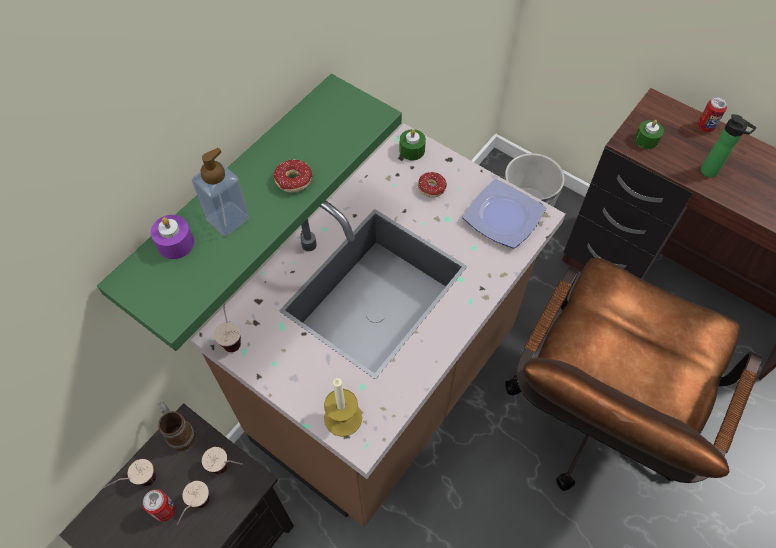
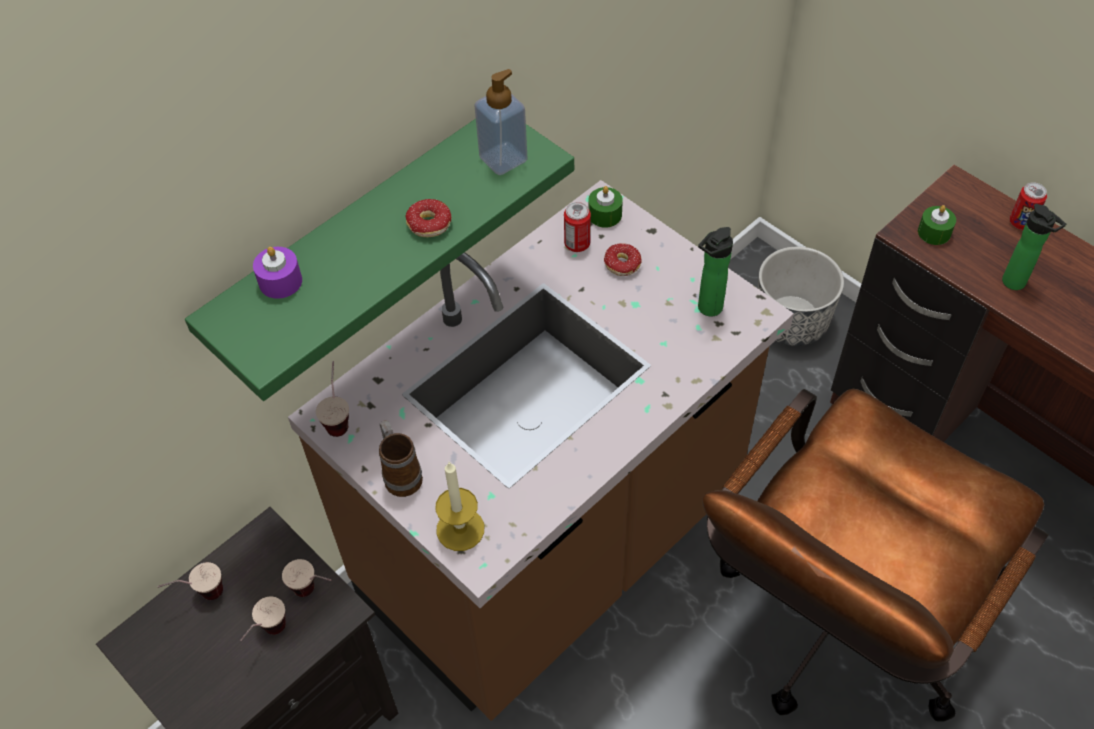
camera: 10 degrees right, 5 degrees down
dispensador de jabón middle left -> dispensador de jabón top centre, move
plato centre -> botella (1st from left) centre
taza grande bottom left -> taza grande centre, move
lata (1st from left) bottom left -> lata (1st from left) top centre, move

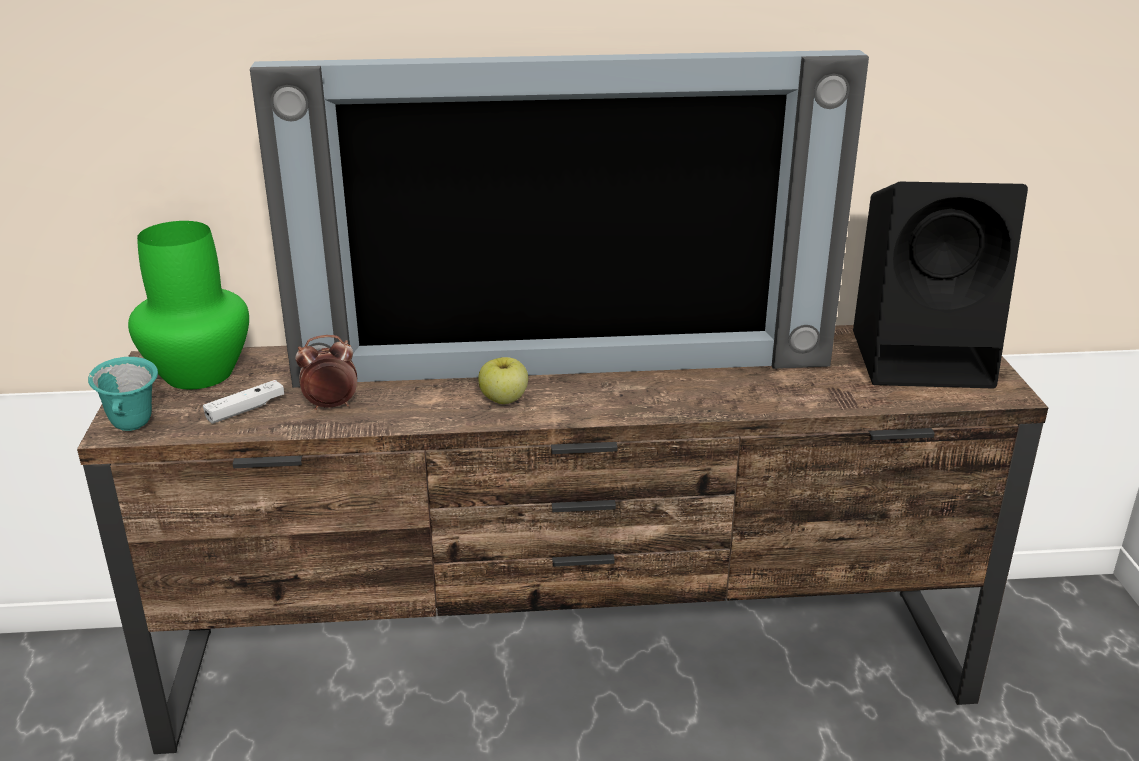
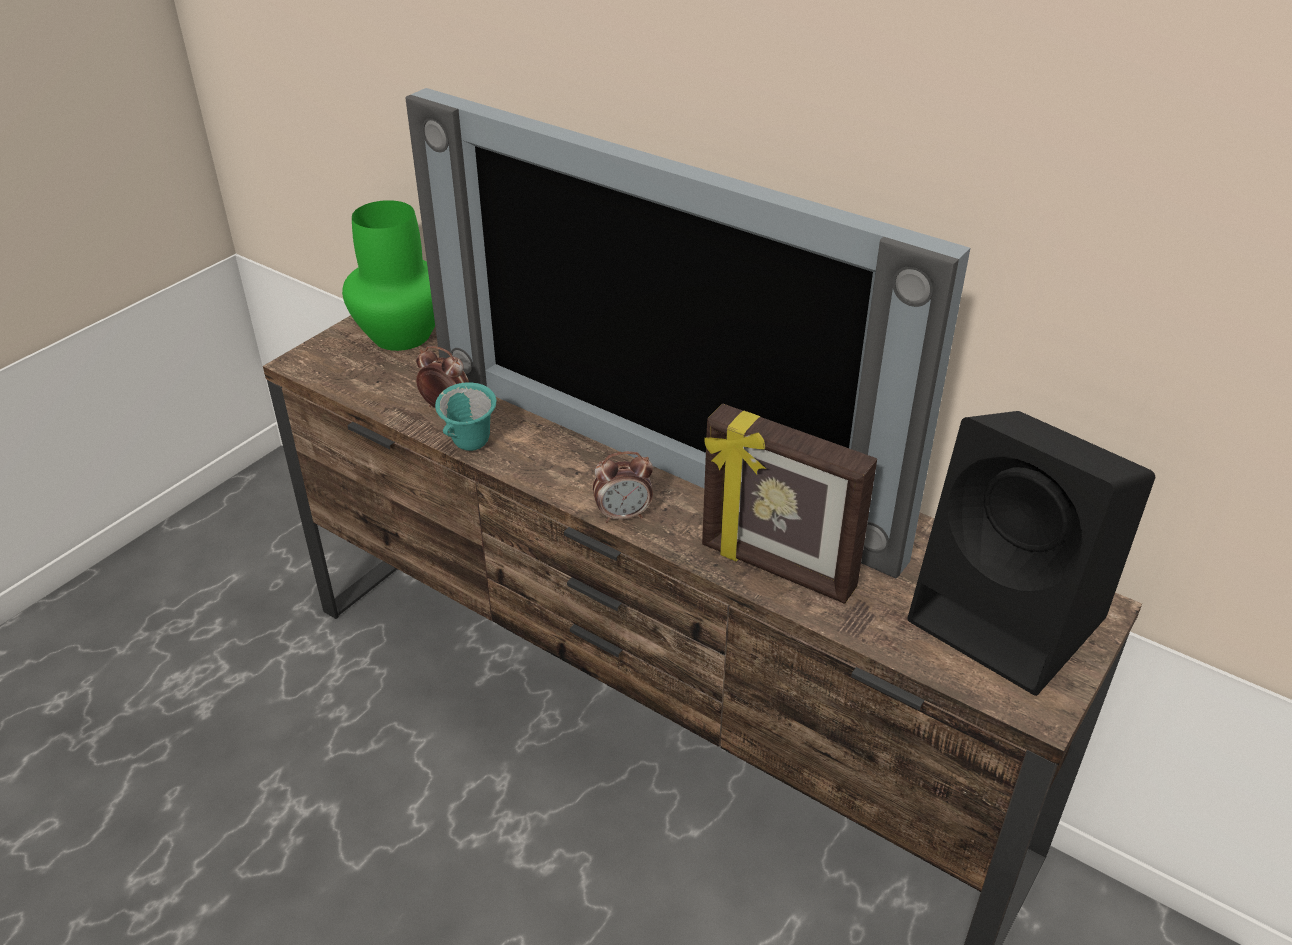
camera: 40 degrees right, 10 degrees up
taza grande/turquesa middle left -> taza grande/turquesa centre, move
manzana centre -> none
mando de consola/blanco middle left -> none
none -> portarretratos centre
none -> despertador (2nd from left) centre

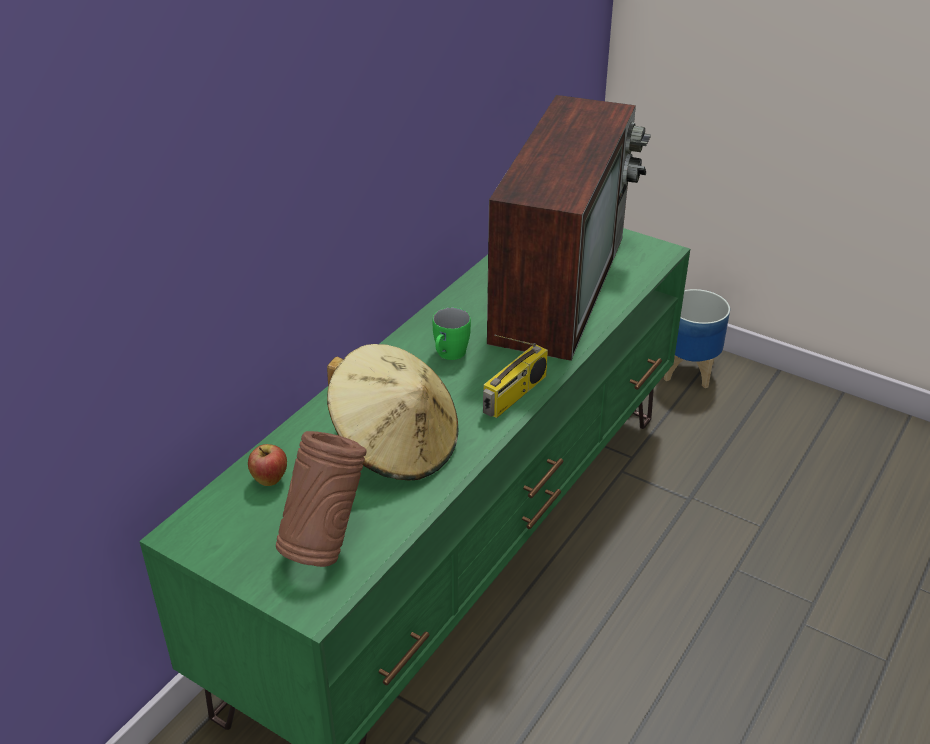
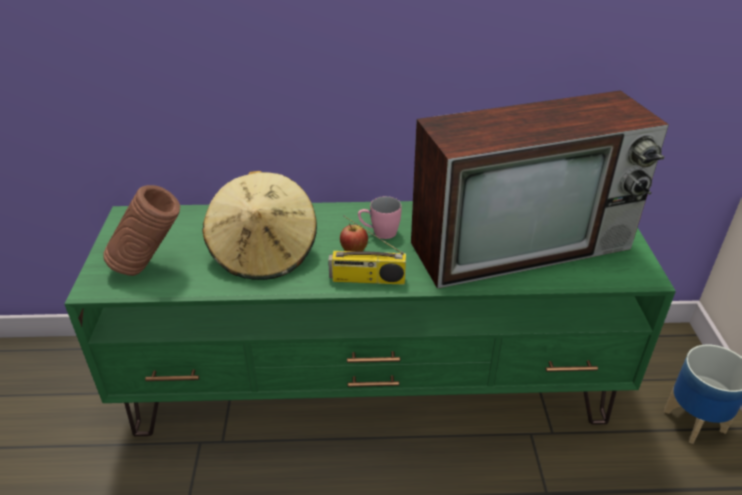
camera: 55 degrees right, 0 degrees up
taza grande/verde centre -> taza grande/rosa centre
manzana middle left -> manzana centre, move

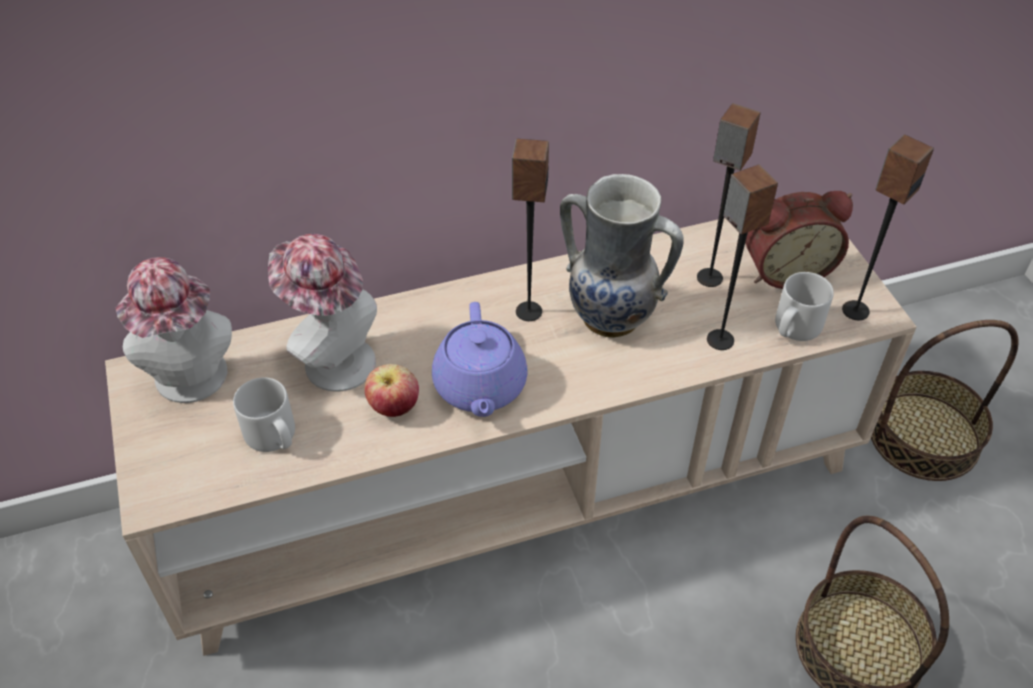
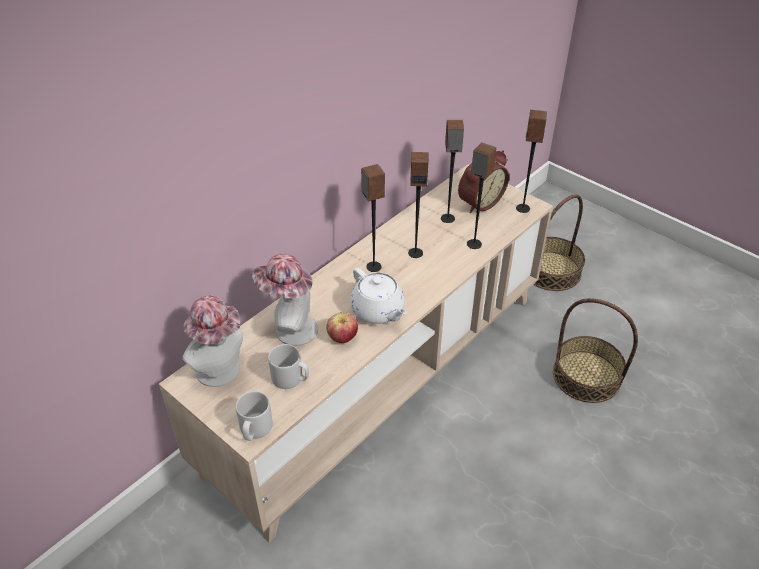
camera: 30 degrees left, 5 degrees down
florero centre -> altavoz (2nd from left) centre
taza grande/gris (2nd from left in the first image) middle right -> taza grande/gris (1st from left) bottom centre, move
tetera/morado centre -> tetera/blanco centre

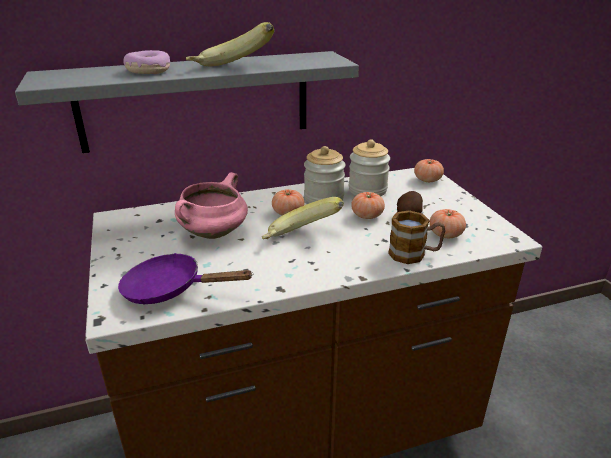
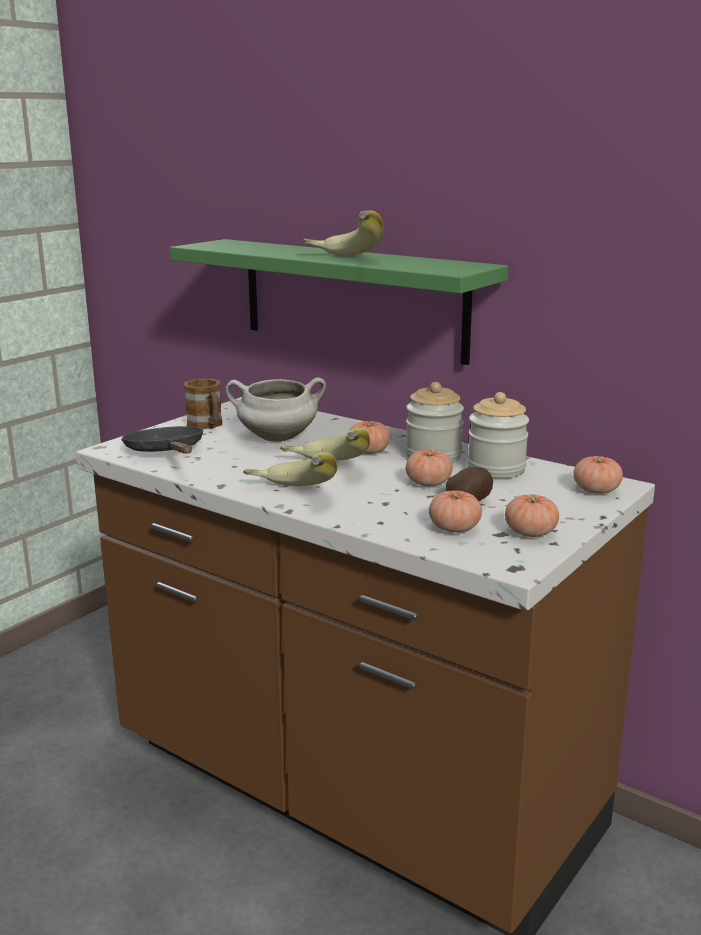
camera: 55 degrees right, 10 degrees down
rosquilla top left -> none
estante/gris top left -> estante/verde top centre
olla/rosa centre -> olla/blanco centre
taza grande middle right -> taza grande middle left, move
sartén/morado middle left -> sartén/negro middle left
none -> plátano (1st from left) centre
none -> tomate (4th from left) middle right

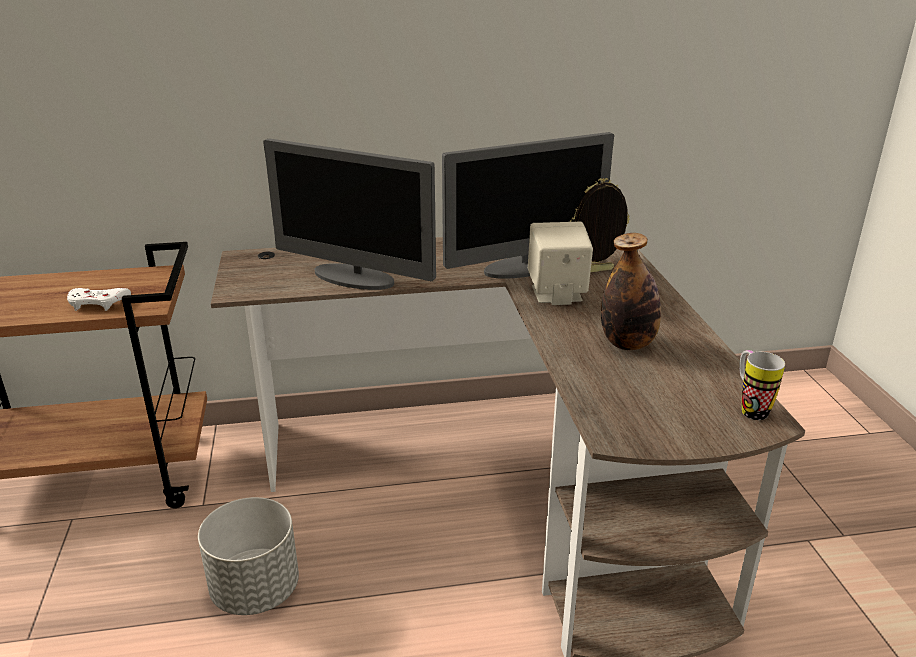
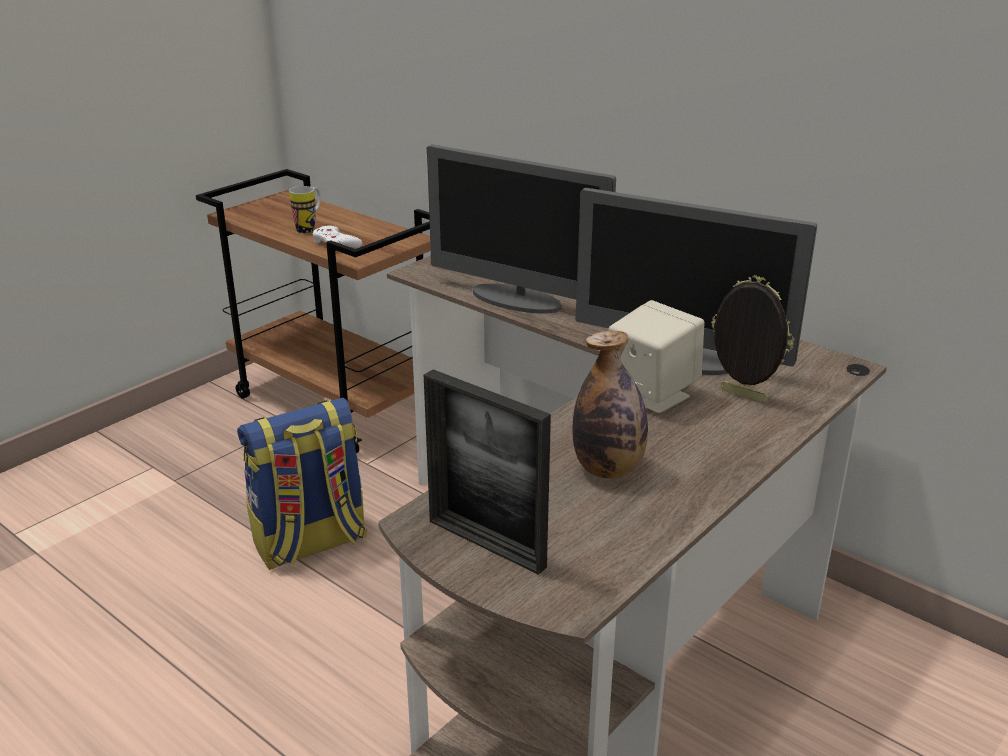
camera: 50 degrees right, 0 degrees up
monitor (1st from left) top centre, 45 degrees counterclockwise
taza grande middle right -> taza grande top left, move
maceta/gris bottom left -> mochila middle left
none -> portarretratos (1st from left) centre

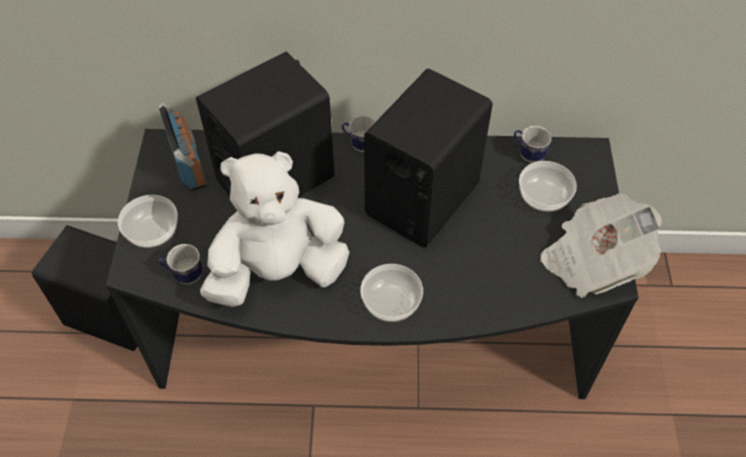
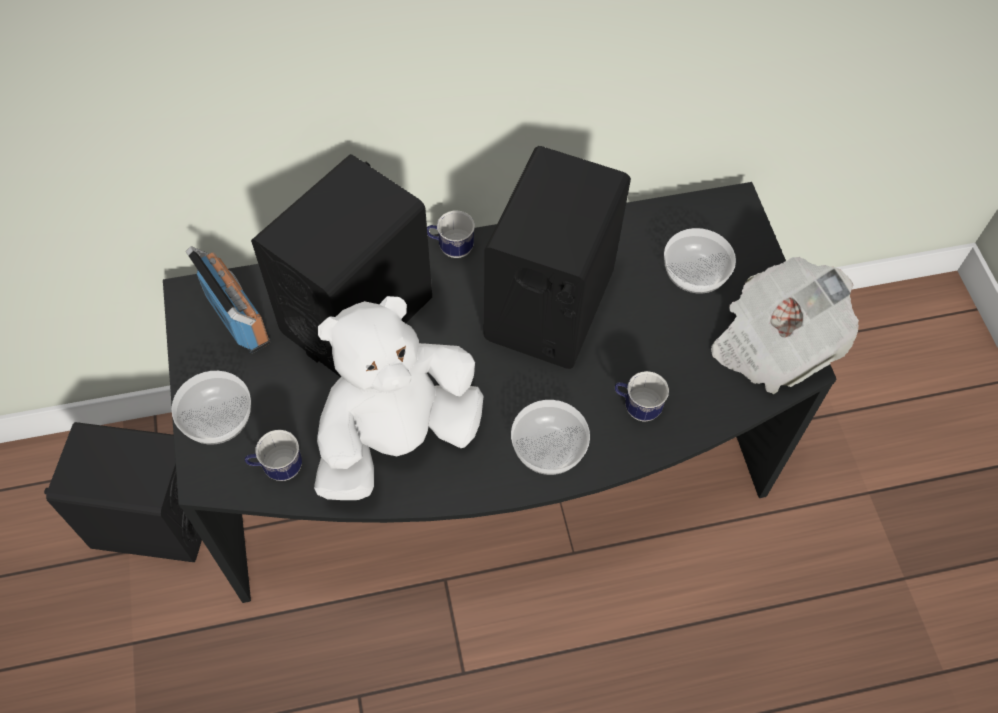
camera: 15 degrees left, 5 degrees up
taza grande (3rd from left) top right -> taza grande (3rd from left) centre, move

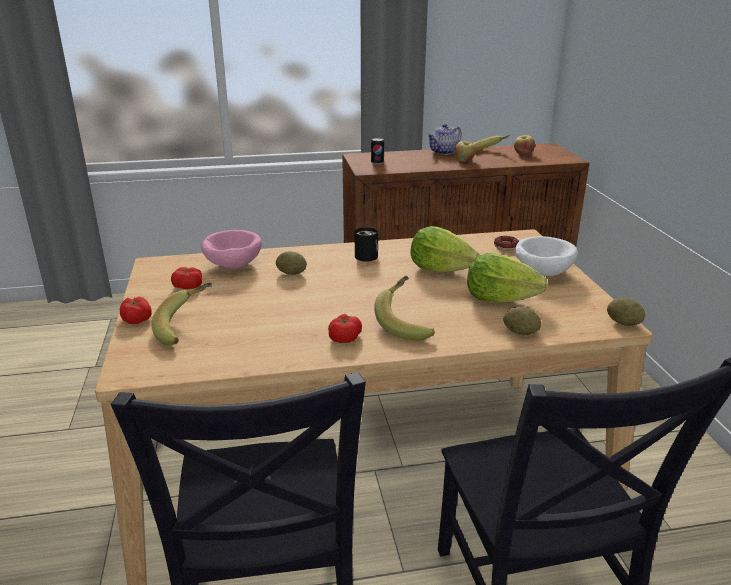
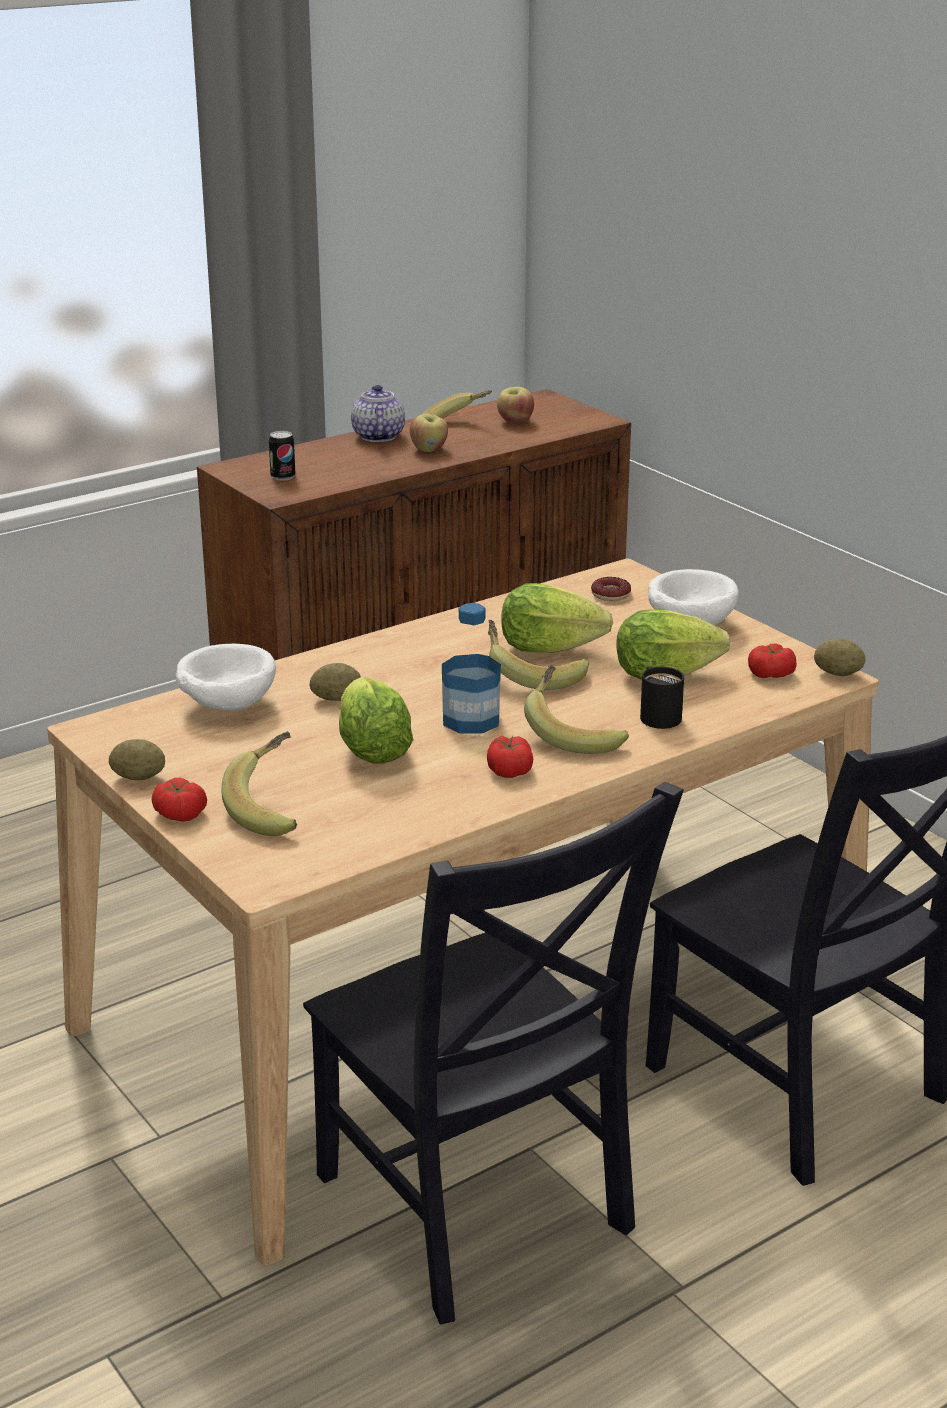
camera: 25 degrees left, 0 degrees up
tetera top centre, 150 degrees clockwise
taza grande/negro centre -> taza grande/negro middle right, move
cuenco/rosa middle left -> cuenco/blanco (1st from left) middle left
tomate (2nd from left in the first image) middle left -> tomate (3rd from left) middle right, move
patata (2nd from left in the first image) middle right -> patata (1st from left) middle left, move
none -> botella centre
none -> plátano (3rd from left) centre
none -> lechuga (1st from left) centre

